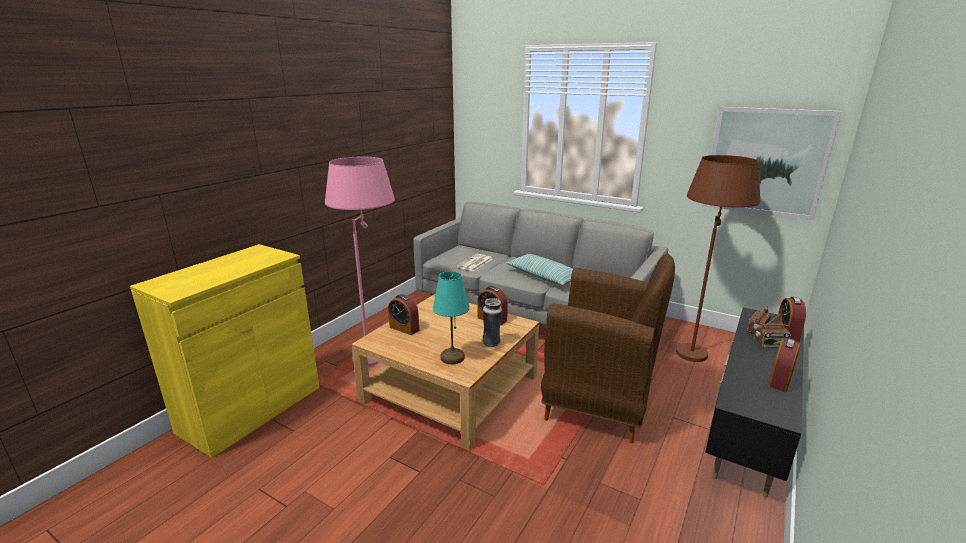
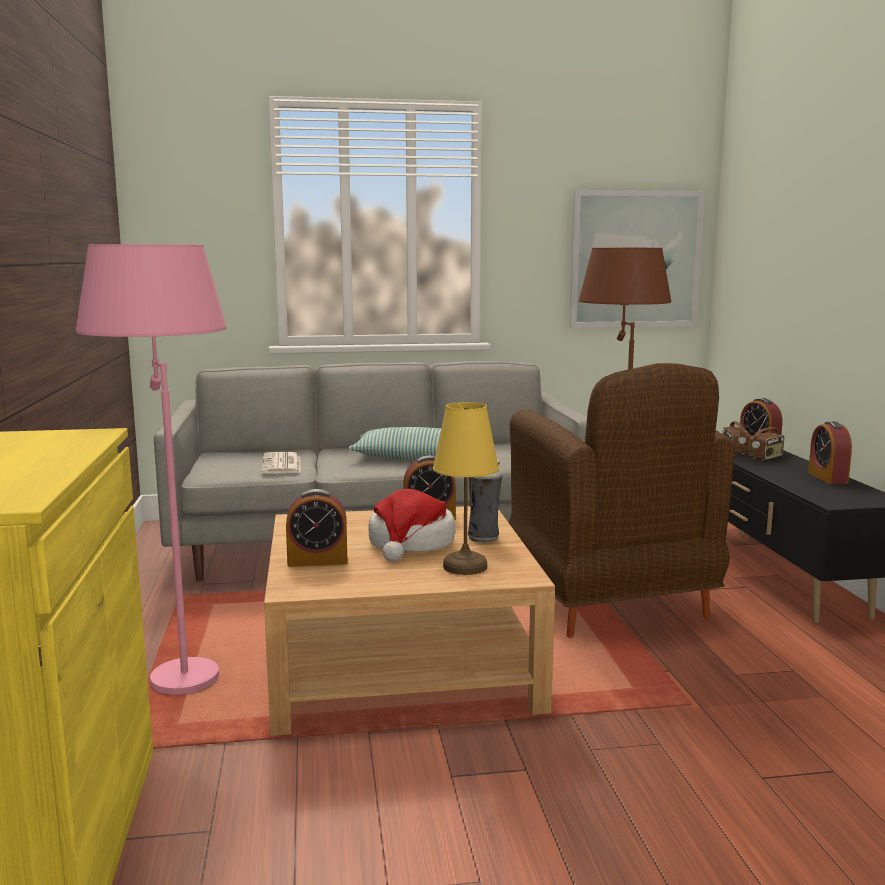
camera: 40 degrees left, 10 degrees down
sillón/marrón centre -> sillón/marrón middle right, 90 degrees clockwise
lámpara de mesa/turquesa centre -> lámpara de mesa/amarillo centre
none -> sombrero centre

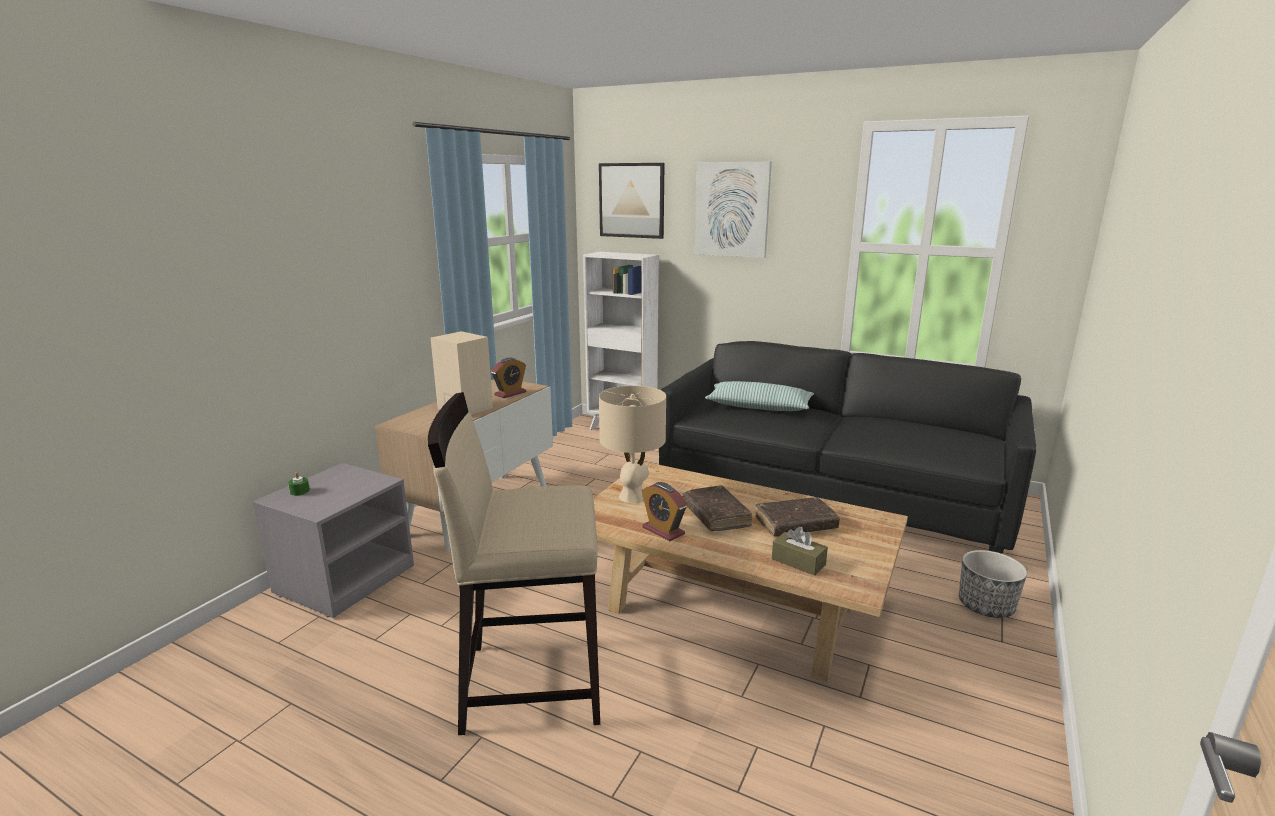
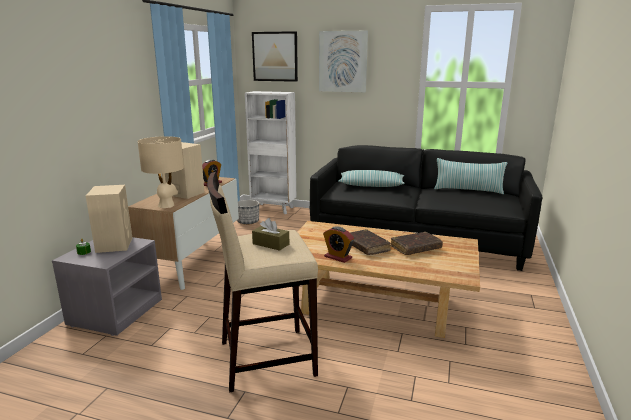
camera: 10 degrees left, 0 degrees up
lámpara de mesa/beis centre -> lámpara de mesa/beis middle left, move
caja de pañuelos/marrón bottom centre -> caja de pañuelos/marrón centre, move
maceta bottom right -> maceta centre, move
none -> cojín (2nd from left) middle right
none -> altavoz/beis (1st from left) middle left

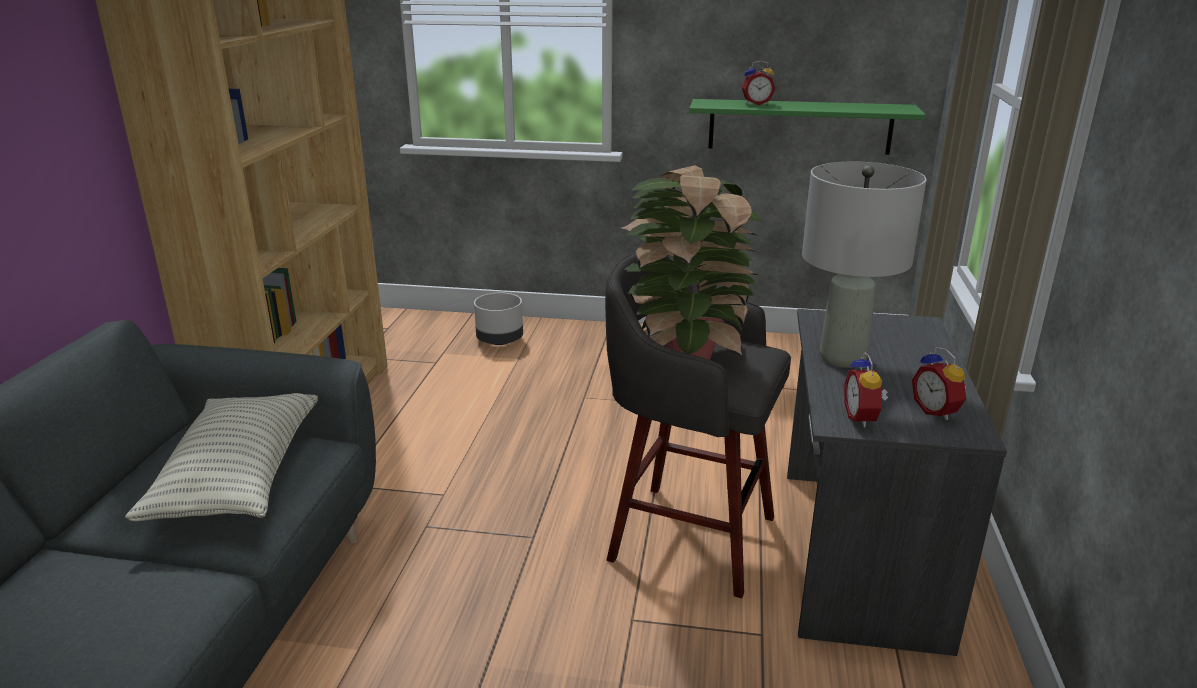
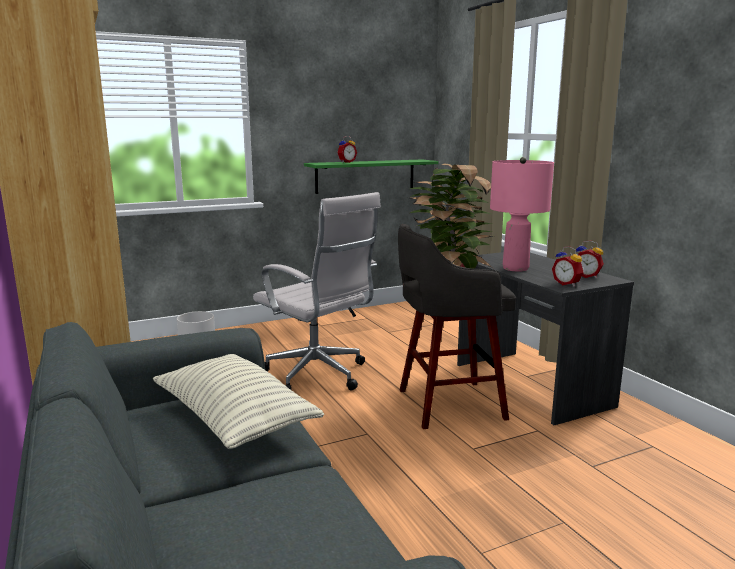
camera: 35 degrees left, 10 degrees down
lámpara de mesa/gris middle right -> lámpara de mesa/rosa middle right
none -> silla de oficina/blanco centre

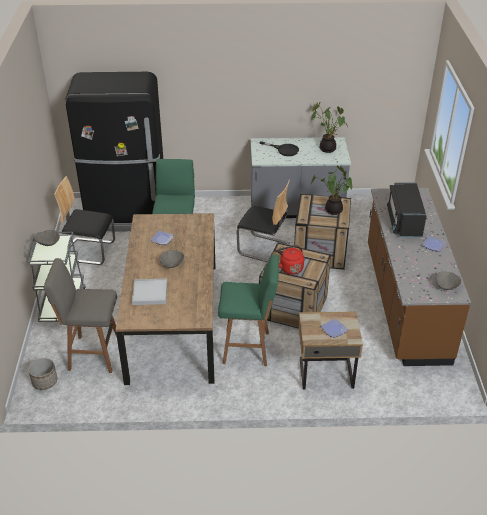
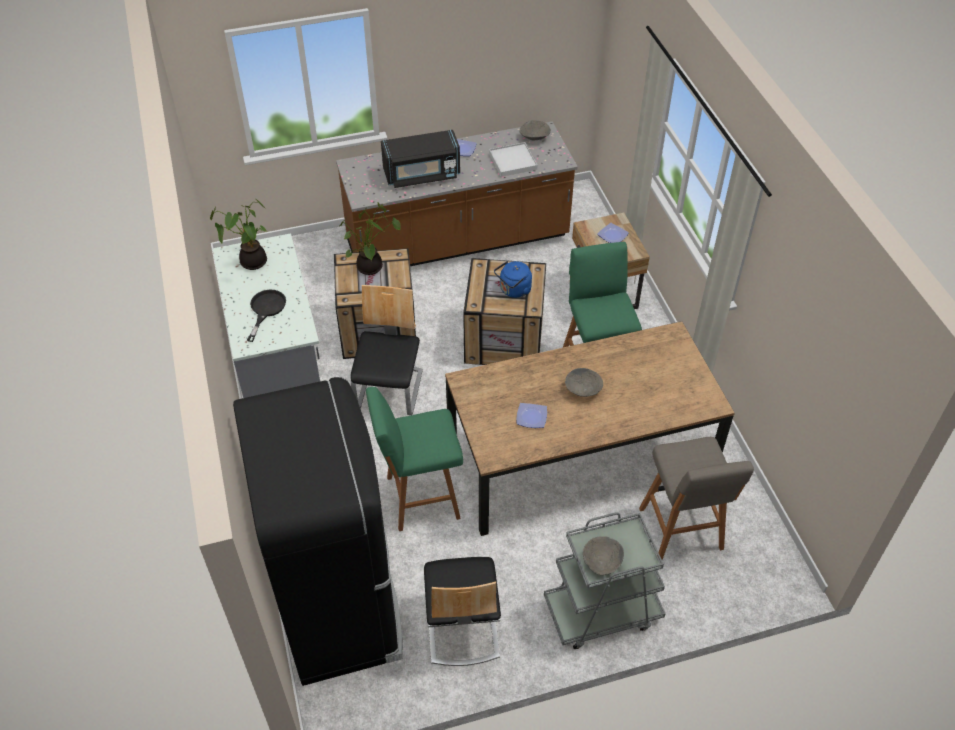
camera: 105 degrees left, 10 degrees up
hervidor/rojo centre -> hervidor/azul centre
bandeja/blanco middle left -> bandeja/blanco top centre, move
maceta bottom left -> none

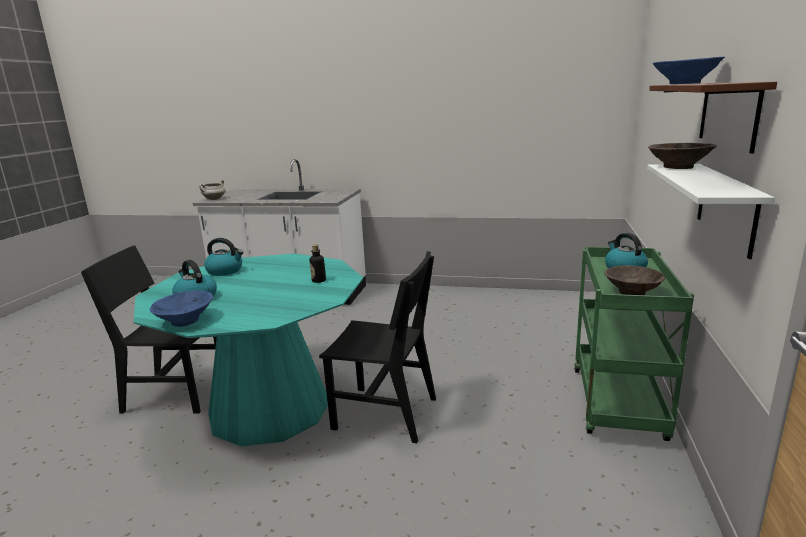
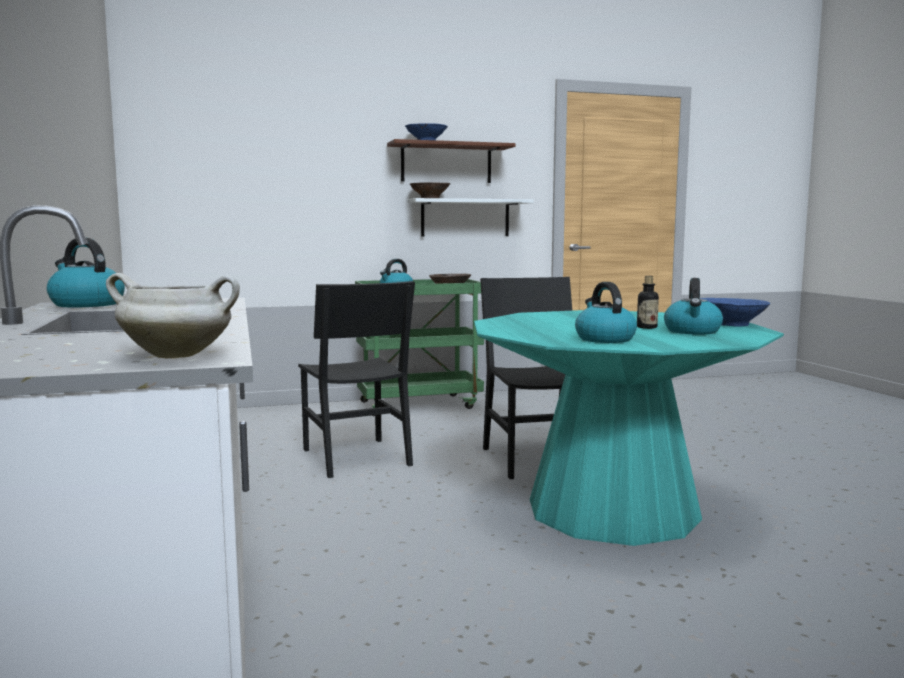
camera: 120 degrees left, 10 degrees down
botella centre -> botella middle right, move
silla/negro (1st from left) middle left -> silla/negro (1st from left) centre, move
none -> hervidor (1st from left) middle left

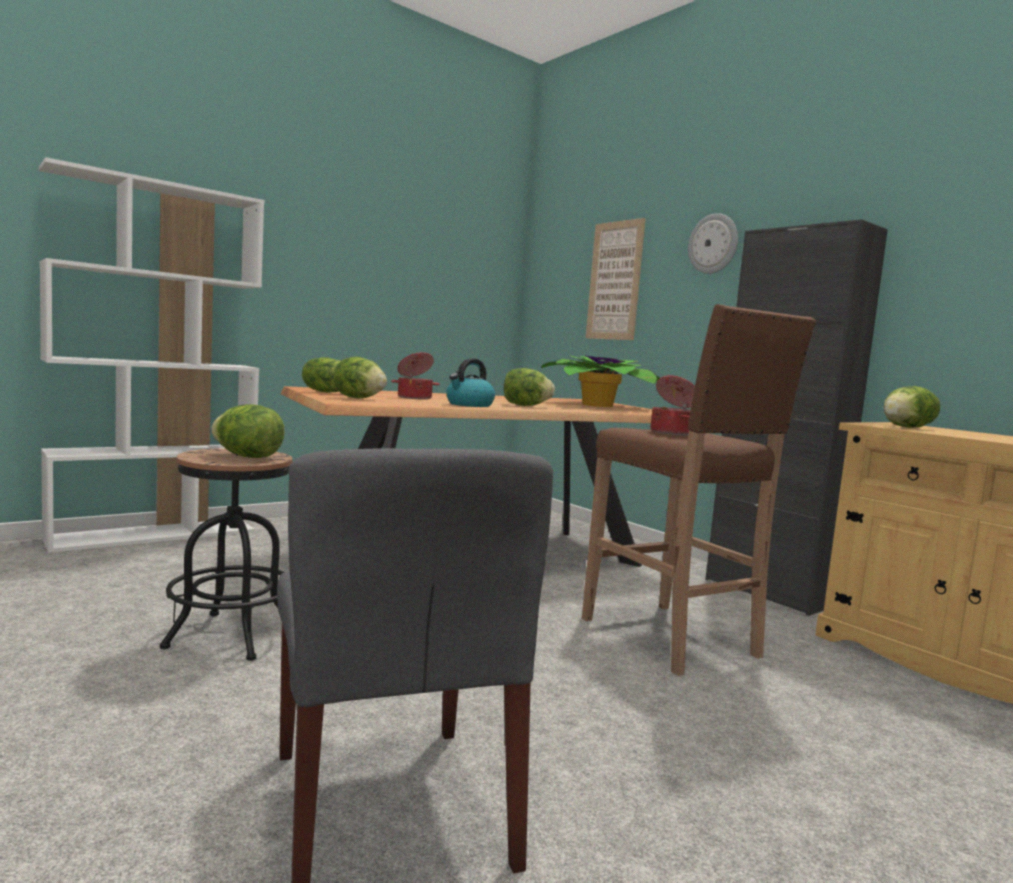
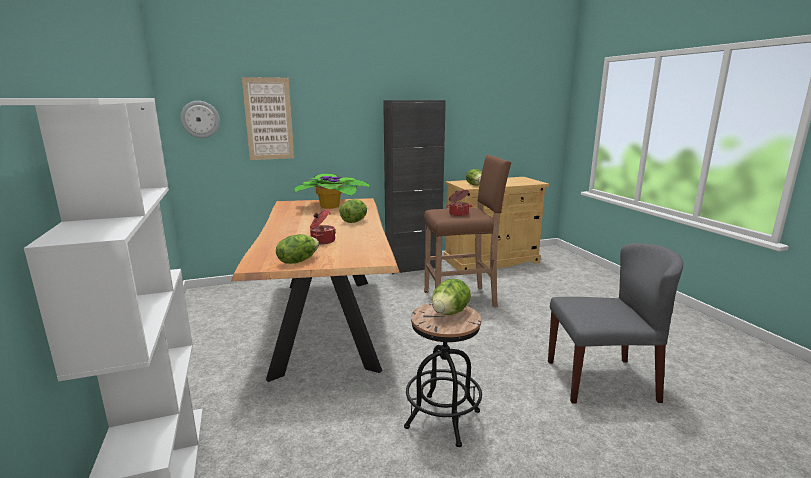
camera: 70 degrees left, 10 degrees up
reloj de pared top right -> reloj de pared top left, move
lechuga (3rd from left) centre -> none
hervidor centre -> none

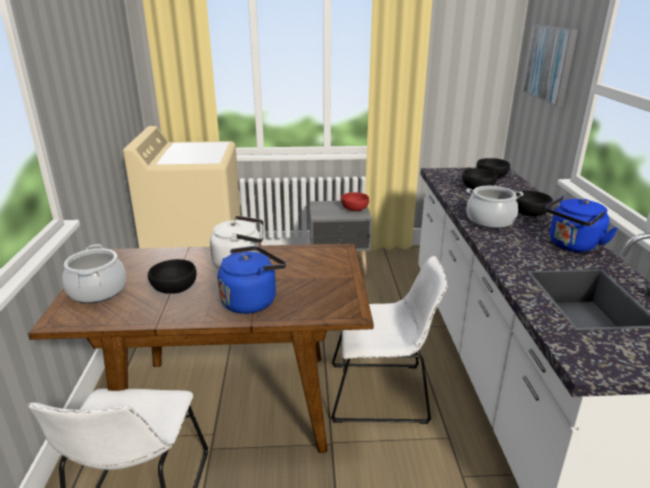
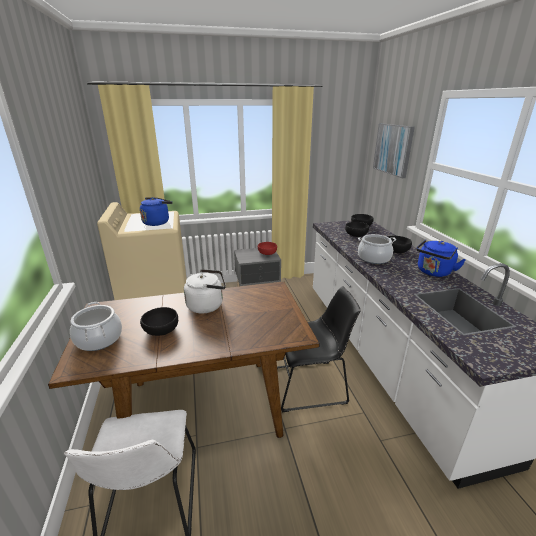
camera: 10 degrees left, 0 degrees up
hervidor/azul (1st from left) centre -> hervidor/azul (1st from left) middle left, move
silla/blanco (2nd from left) bottom centre -> silla/negro centre

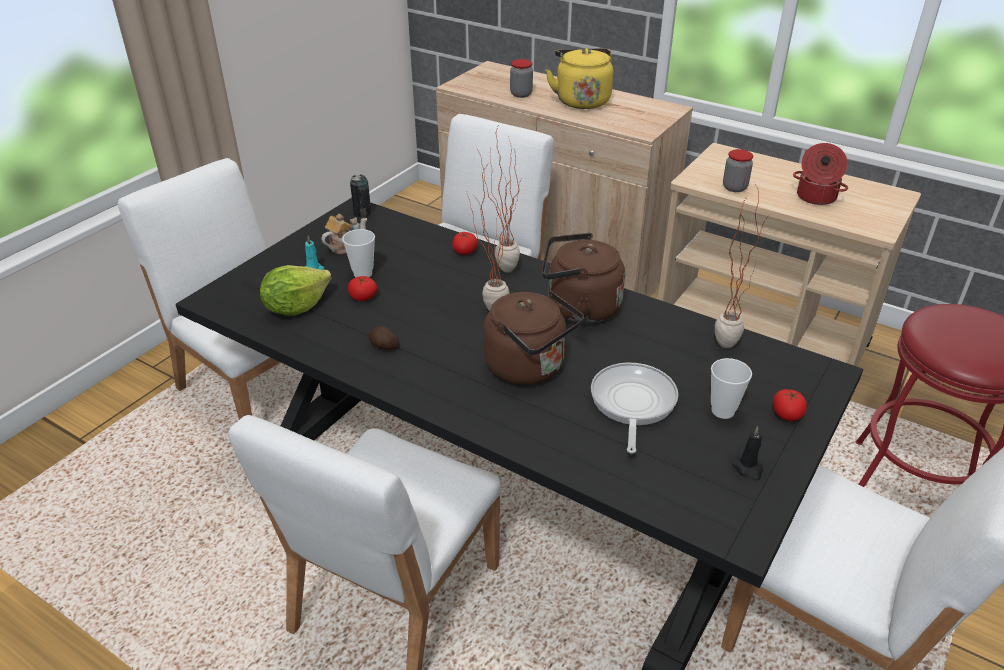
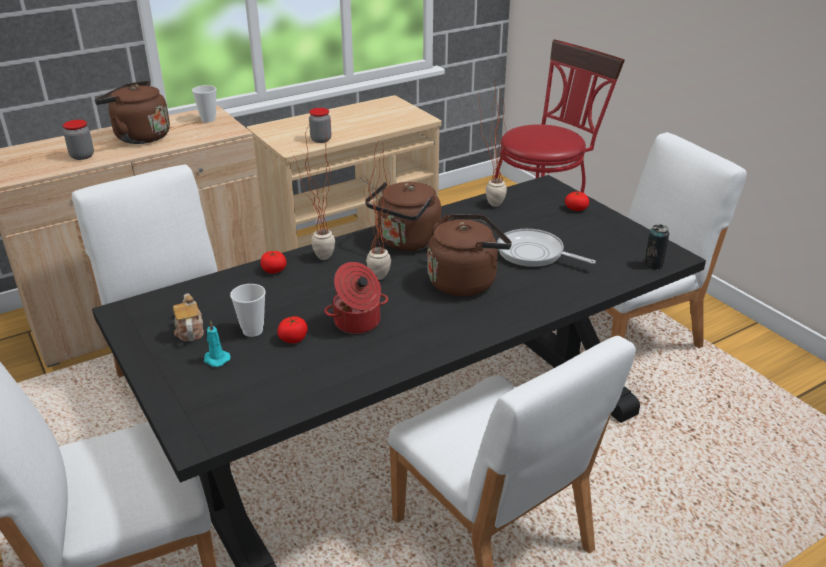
camera: 65 degrees left, 5 degrees down
hervidor/amarillo top centre -> hervidor/marrón (1st from left) top left
olla top right -> olla centre, move
lata top centre -> lata middle right, move
lechuga middle left -> none
patata centre -> none
taza (2nd from left in the first image) middle right -> taza (1st from left) top left, move
vela/negro bottom right -> none

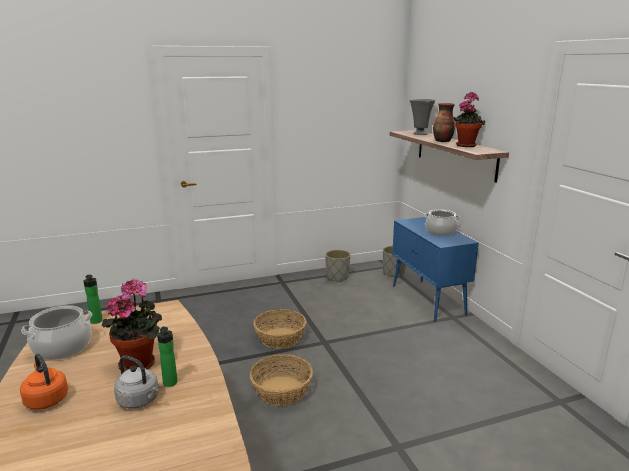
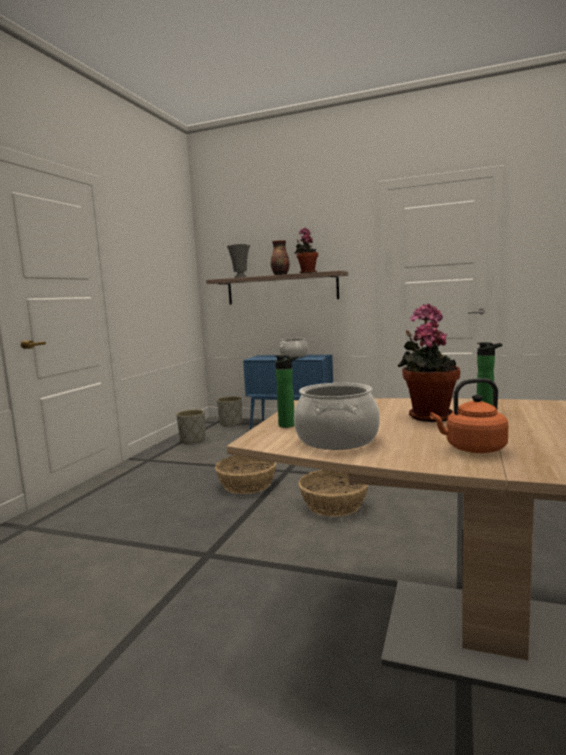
camera: 50 degrees left, 10 degrees down
hervidor/gris bottom left -> none

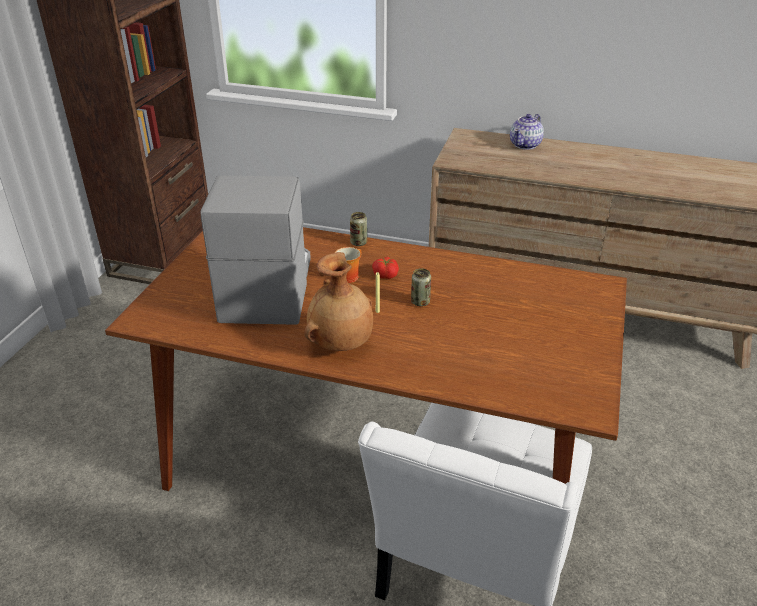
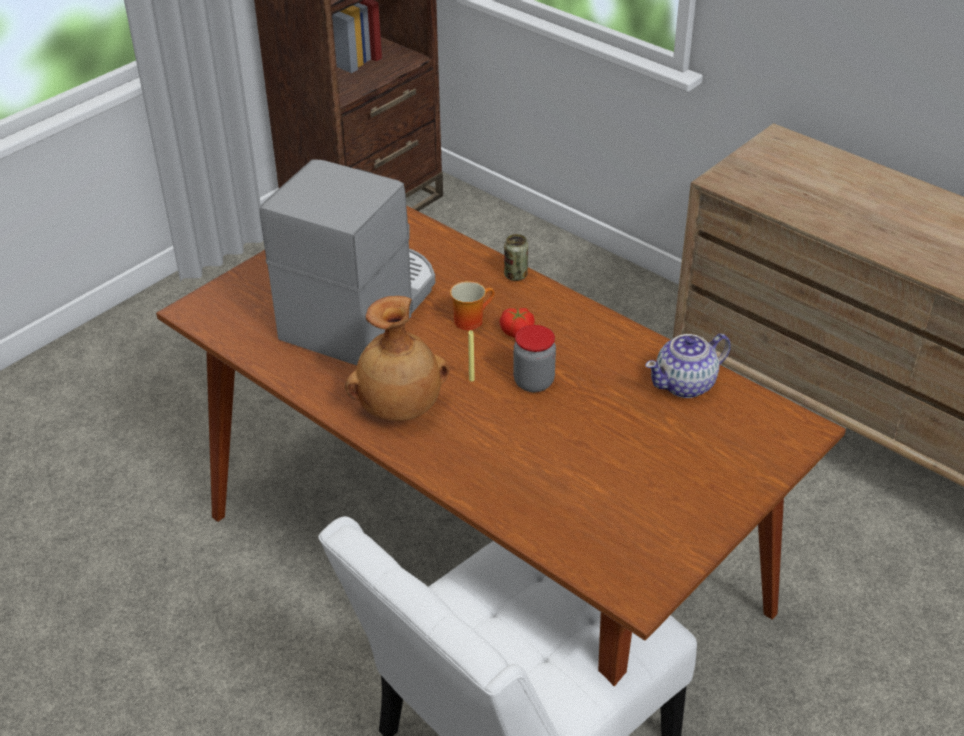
camera: 25 degrees right, 5 degrees up
tetera top right -> tetera middle right, move
lata (2nd from left) centre -> tarro centre

